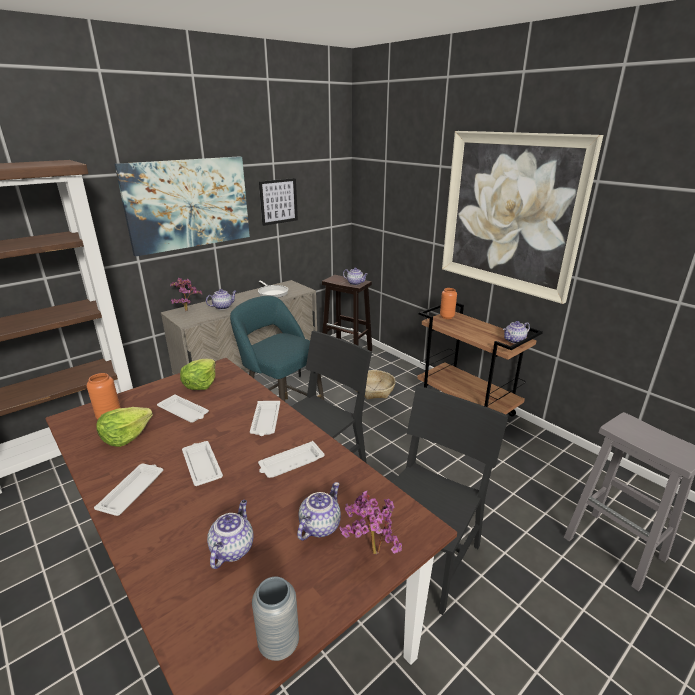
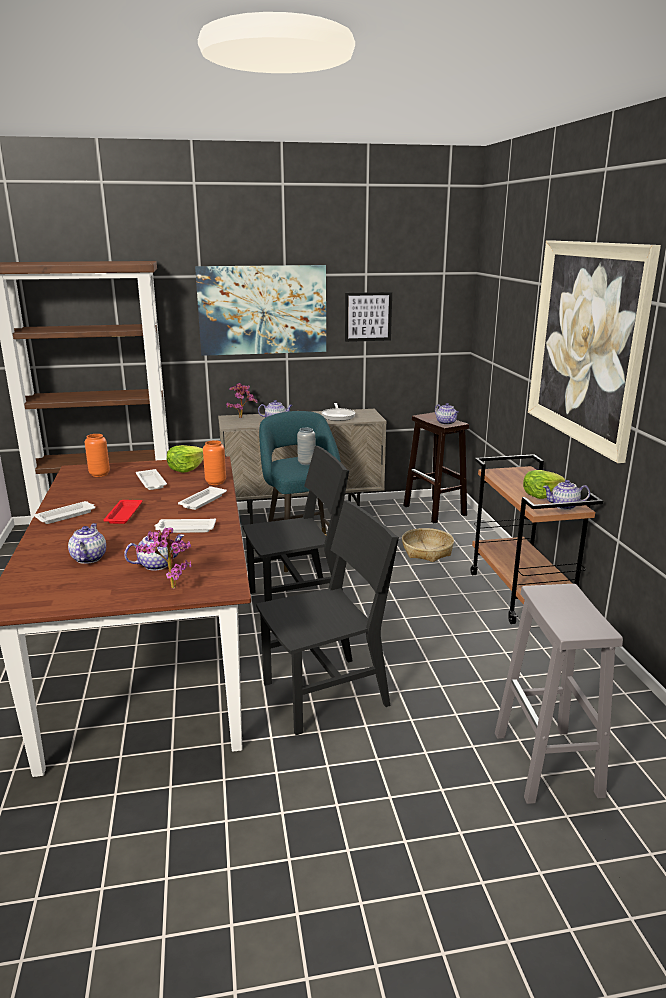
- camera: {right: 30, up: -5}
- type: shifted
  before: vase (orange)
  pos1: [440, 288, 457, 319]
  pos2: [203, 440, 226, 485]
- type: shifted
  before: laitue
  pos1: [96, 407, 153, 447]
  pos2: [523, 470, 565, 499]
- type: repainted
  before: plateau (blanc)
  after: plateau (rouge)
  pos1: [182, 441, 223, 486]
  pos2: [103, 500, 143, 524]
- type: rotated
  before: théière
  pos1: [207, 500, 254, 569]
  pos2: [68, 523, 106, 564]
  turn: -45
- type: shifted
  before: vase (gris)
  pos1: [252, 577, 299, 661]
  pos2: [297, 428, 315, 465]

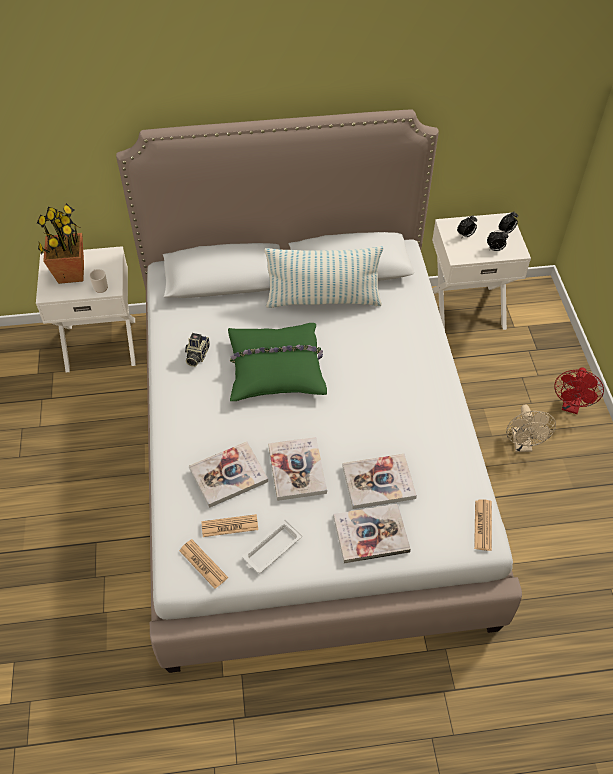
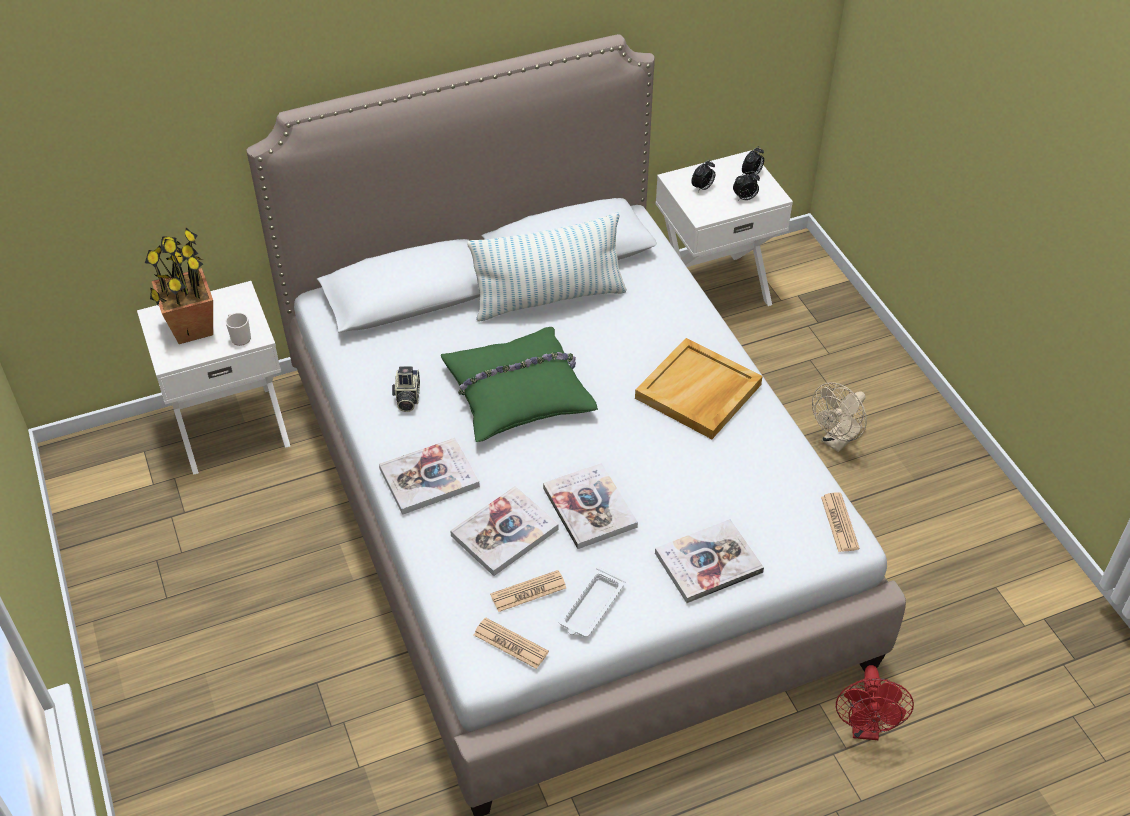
- camera: {right: -15, up: -5}
- type: shifted
  before: ventilateur (rouge)
  pos1: [554, 367, 604, 414]
  pos2: [836, 665, 914, 740]
- type: rotated
  before: ventilateur (beige)
  pos1: [506, 404, 556, 452]
  pos2: [812, 383, 867, 452]
  turn: 60
- type: shifted
  before: livre
  pos1: [342, 454, 417, 509]
  pos2: [379, 438, 480, 515]
- type: new
  after: plateau (beige)
  pos2: [635, 338, 763, 439]

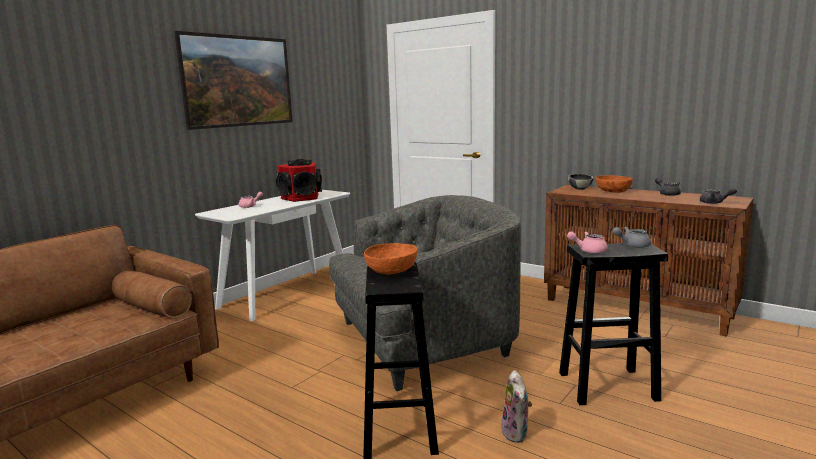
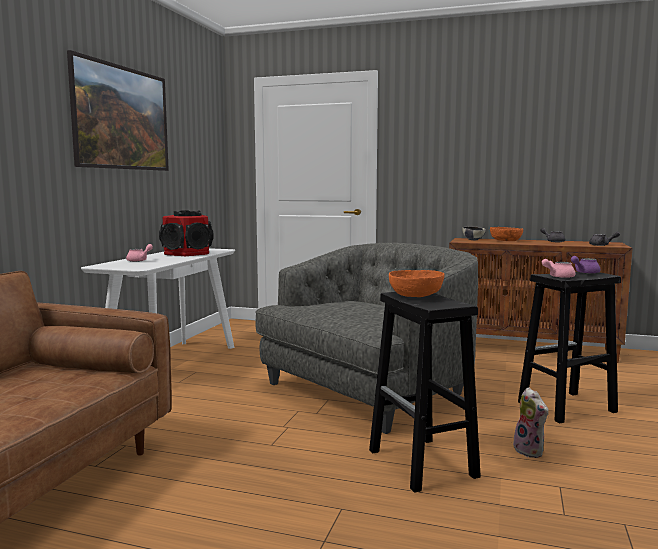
- camera: {right: -20, up: -5}
- type: repainted
  before: théière (gris)
  after: théière (violet)
  pos1: [612, 227, 651, 248]
  pos2: [571, 256, 601, 274]

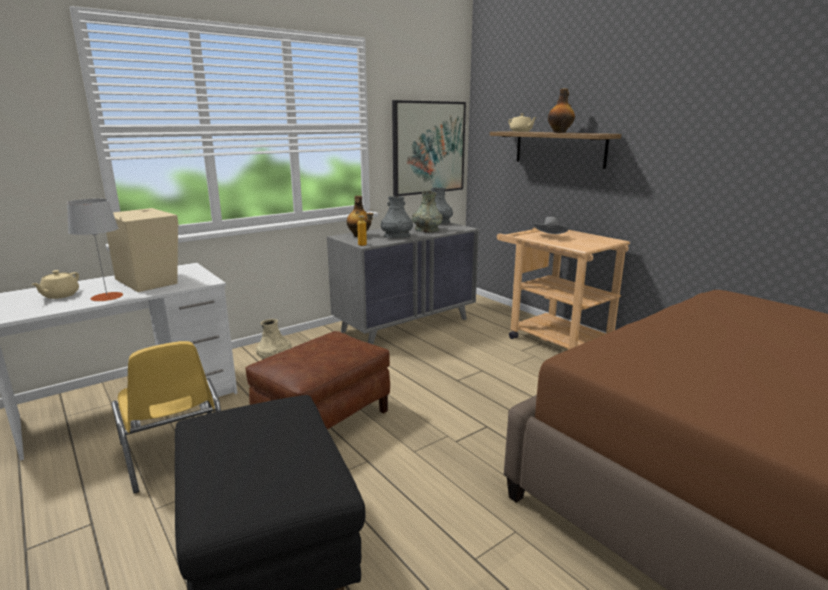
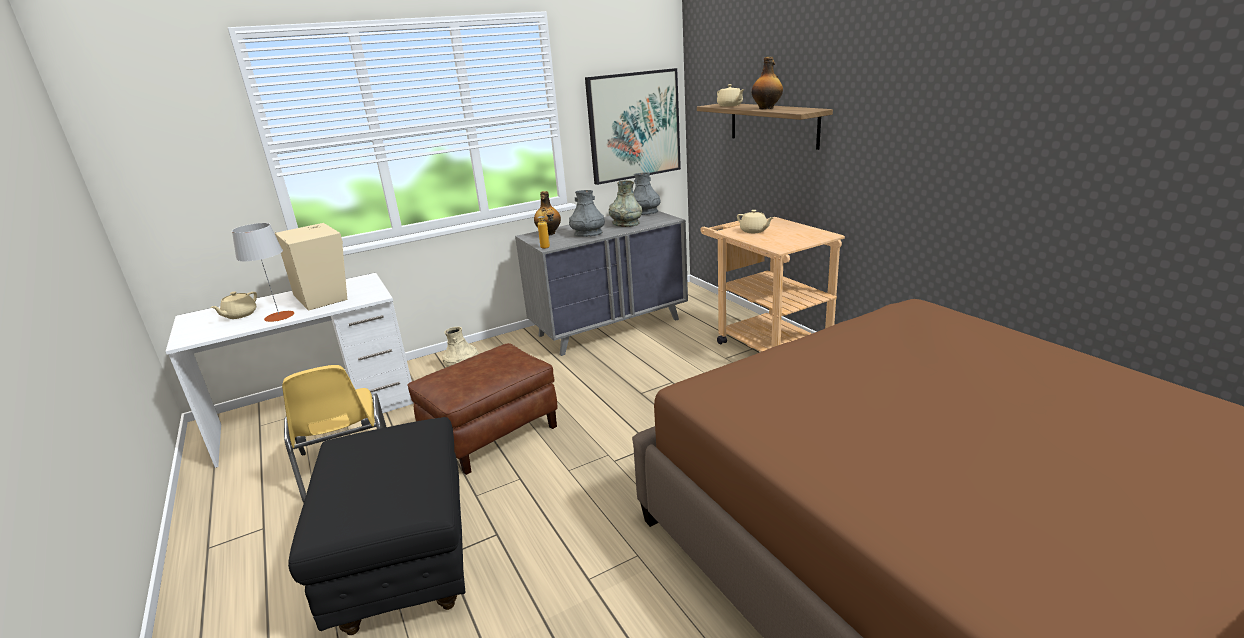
- camera: {right: 10, up: 5}
- type: swapped
  before: chapeau (gris)
  after: théière (beige)
  pos1: [533, 217, 568, 234]
  pos2: [737, 210, 773, 233]

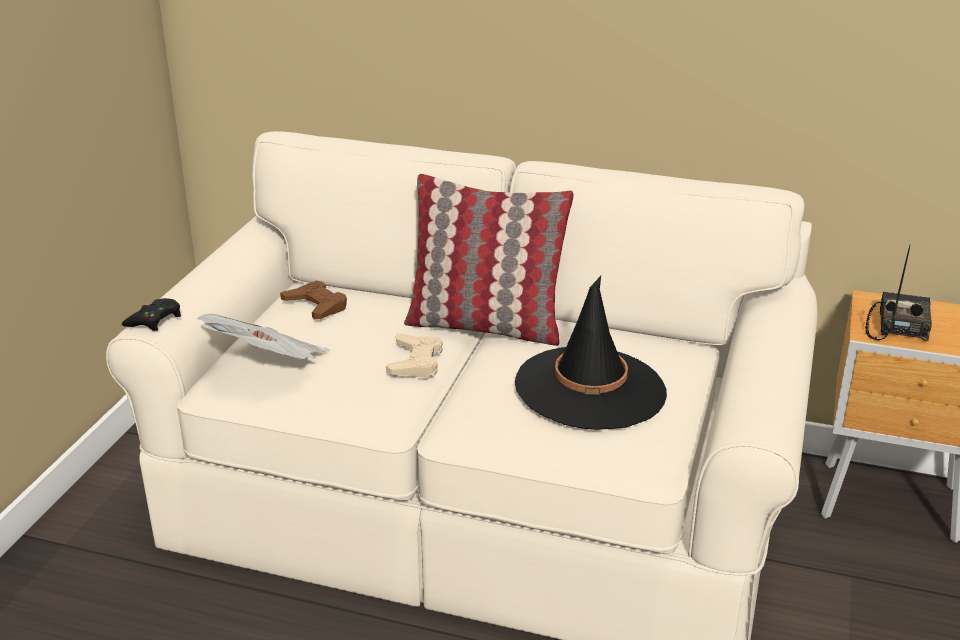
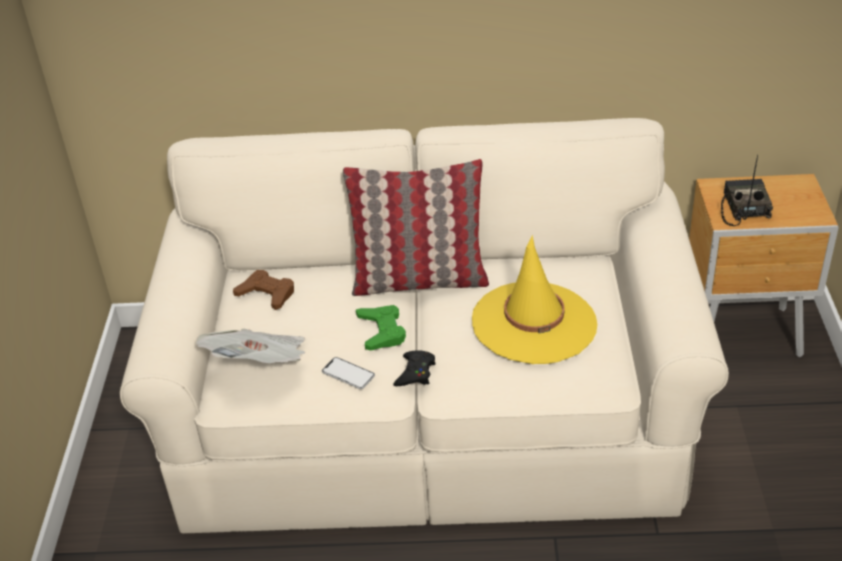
- camera: {right: -15, up: 10}
- type: repainted
  before: chapeau (noir)
  after: chapeau (jaune)
  pos1: [515, 276, 667, 430]
  pos2: [472, 235, 597, 364]
- type: shifted
  before: manette (noir)
  pos1: [122, 298, 181, 331]
  pos2: [393, 350, 436, 386]
- type: repainted
  before: manette (beige)
  after: manette (vert)
  pos1: [386, 334, 443, 377]
  pos2: [356, 305, 406, 350]
- type: new
  after: téléphone
  pos2: [322, 357, 375, 389]

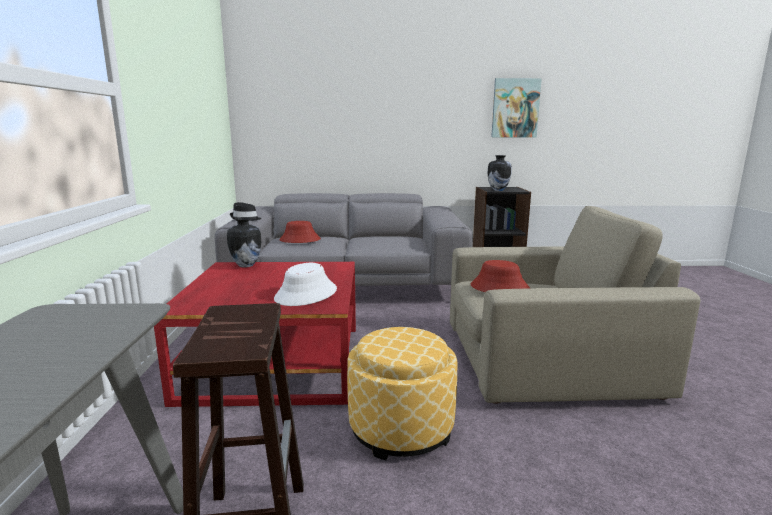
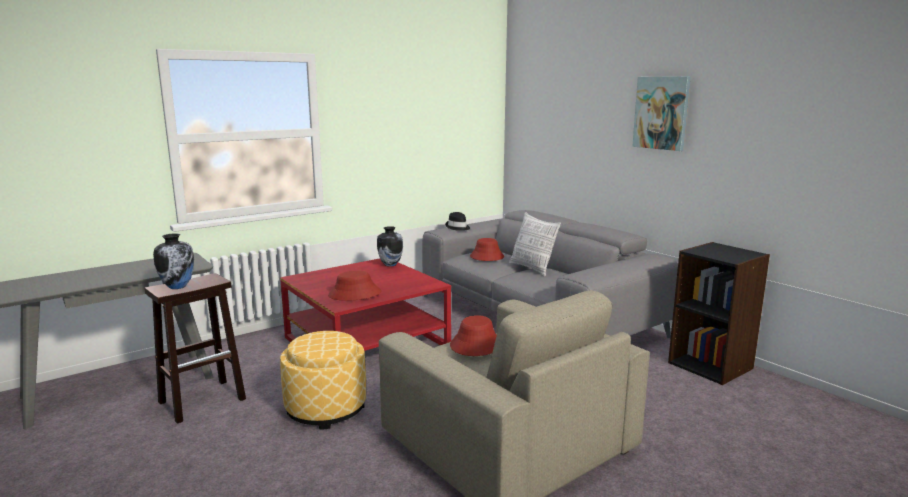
- camera: {right: 55, up: 0}
- type: shifted
  before: tableau
  pos1: [491, 78, 542, 138]
  pos2: [632, 76, 691, 151]
- type: shifted
  before: vase
  pos1: [487, 155, 512, 191]
  pos2: [153, 233, 194, 289]
- type: repainted
  before: chapeau (blanc)
  after: chapeau (rouge)
  pos1: [274, 263, 337, 306]
  pos2: [328, 271, 382, 301]
- type: new
  after: coussin
  pos2: [509, 212, 561, 277]

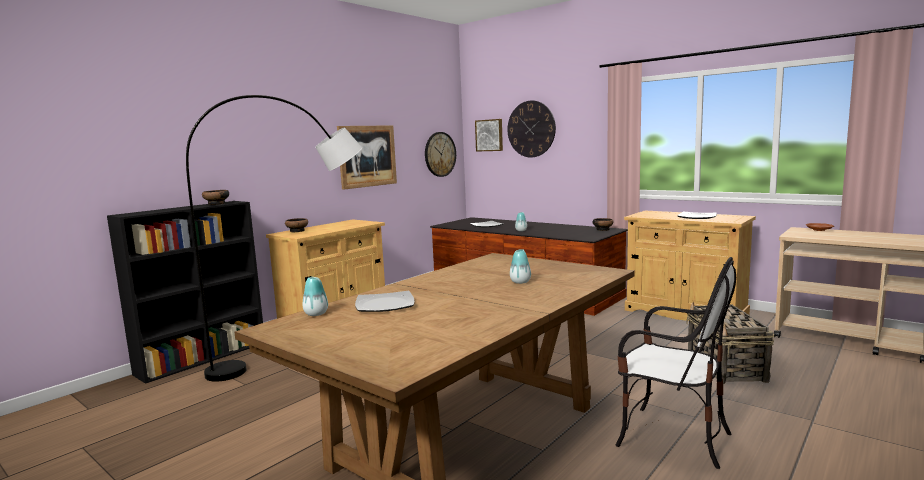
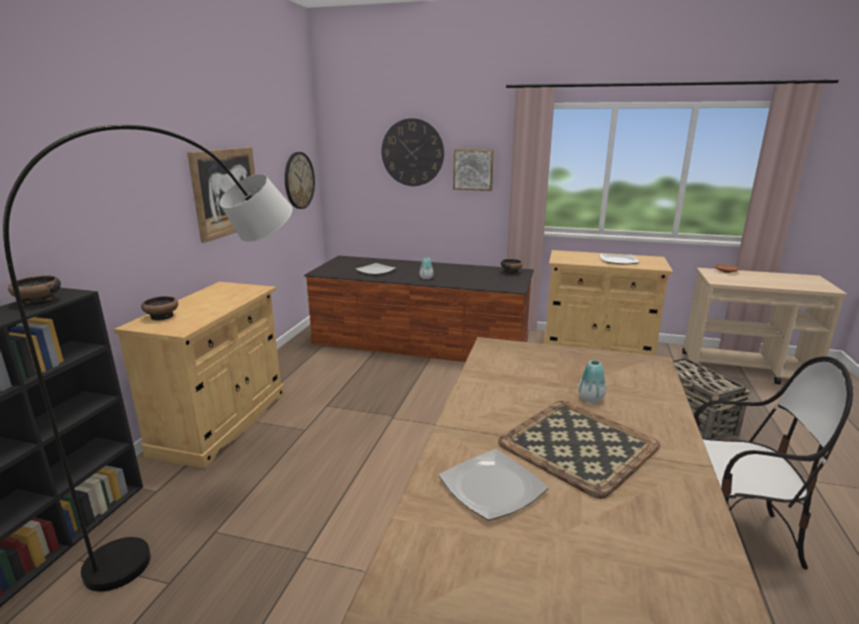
- camera: {right: -25, up: 10}
- type: shifted
  before: tableau
  pos1: [475, 119, 503, 152]
  pos2: [453, 149, 494, 191]
- type: gone
  before: vase
  pos1: [303, 277, 328, 316]
- type: new
  after: plateau
  pos2: [498, 401, 660, 499]

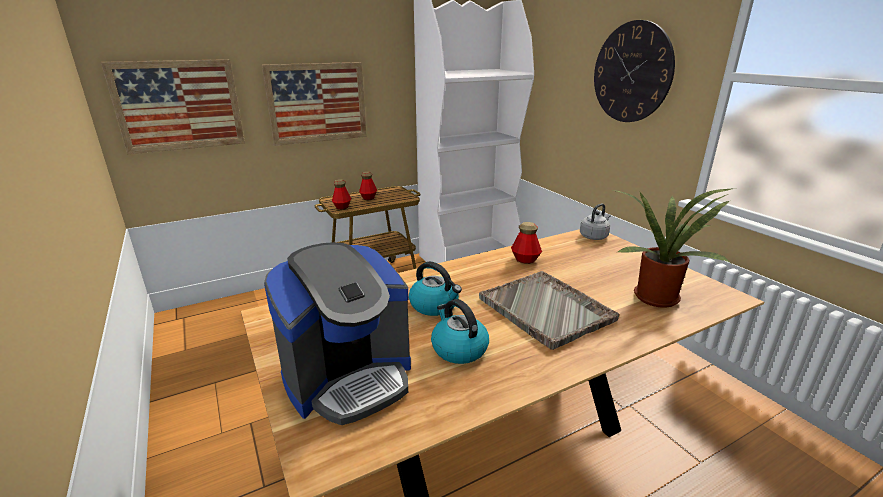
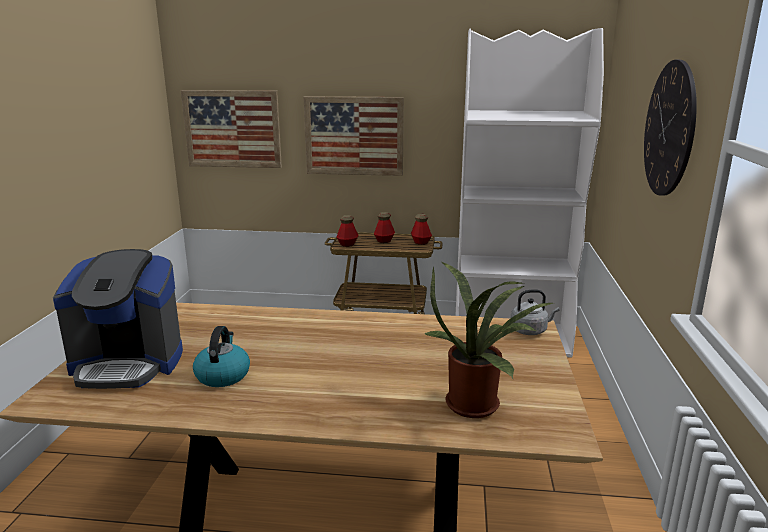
- camera: {right: 35, up: -5}
- type: shifted
  before: bouteille
  pos1: [511, 222, 542, 264]
  pos2: [411, 214, 432, 245]
- type: gone
  before: bouilloire
  pos1: [409, 262, 462, 316]
- type: gone
  before: plateau (gris)
  pos1: [479, 271, 619, 350]

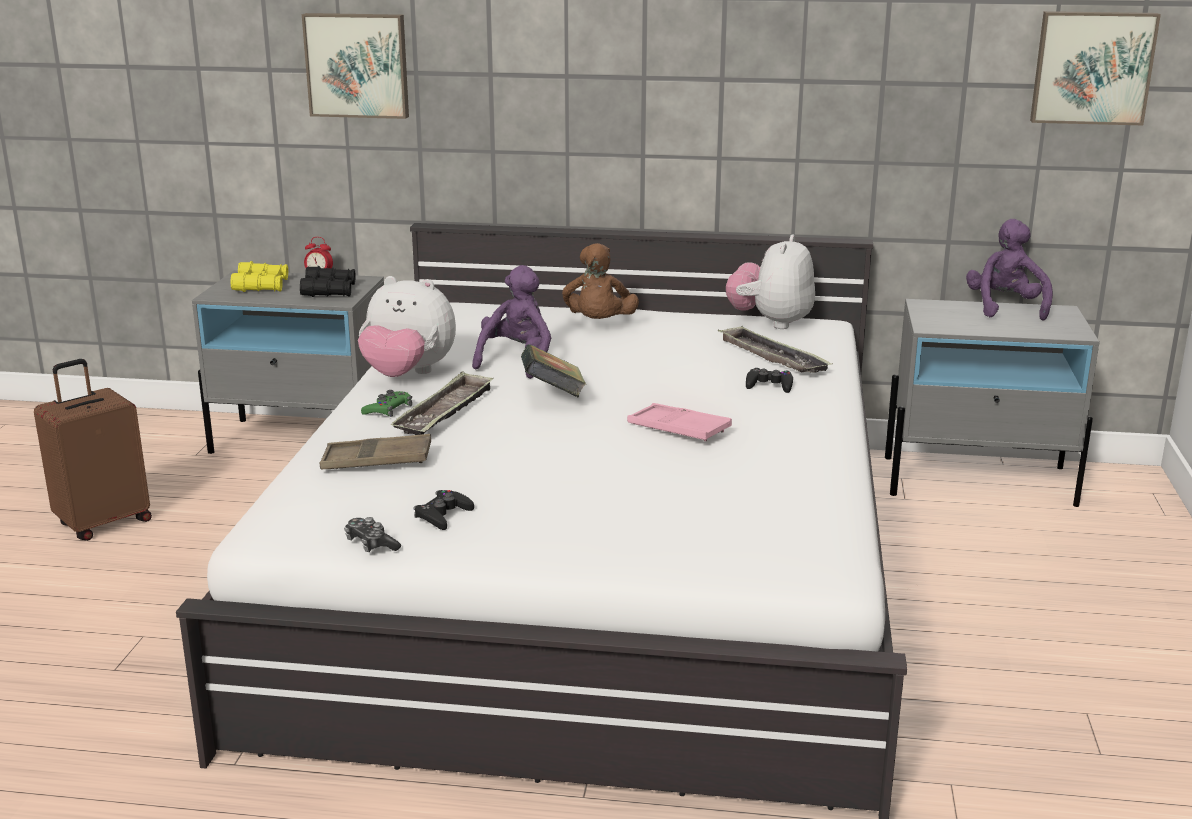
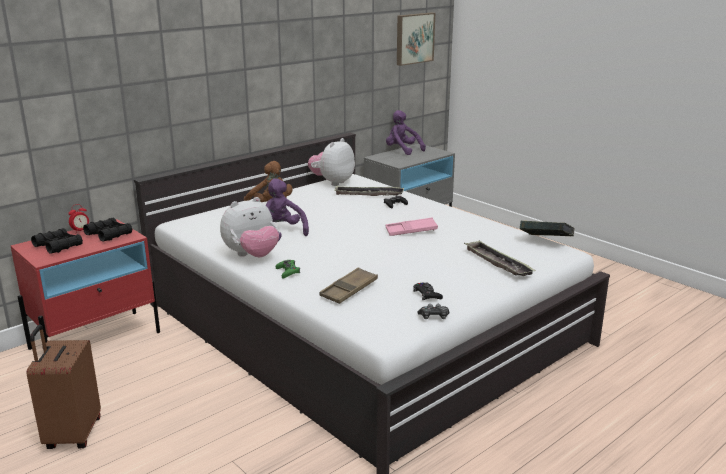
- camera: {right: -50, up: 0}
- type: gone
  before: tableau
  pos1: [302, 13, 409, 119]
- type: rotated
  before: peluche
  pos1: [726, 234, 815, 329]
  pos2: [308, 138, 355, 186]
  turn: 60
- type: repainted
  before: jumelles (jaune)
  after: jumelles (noir)
  pos1: [231, 261, 288, 292]
  pos2: [31, 228, 83, 254]
- type: repainted
  before: table de chevet (gris)
  after: table de chevet (rouge)
  pos1: [192, 270, 384, 454]
  pos2: [11, 219, 160, 350]
- type: shifted
  before: livre
  pos1: [521, 344, 586, 397]
  pos2: [520, 221, 575, 236]
- type: shifted
  before: plateau
  pos1: [390, 372, 494, 435]
  pos2: [464, 240, 536, 276]

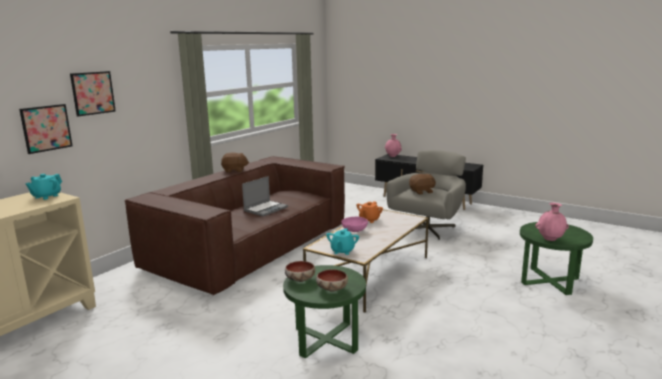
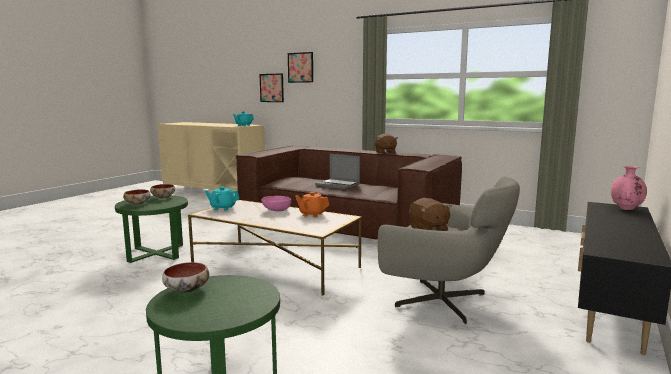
- camera: {right: 85, up: -5}
- type: swapped
  before: vase (rose)
  after: bol
  pos1: [535, 203, 569, 241]
  pos2: [162, 262, 209, 293]

